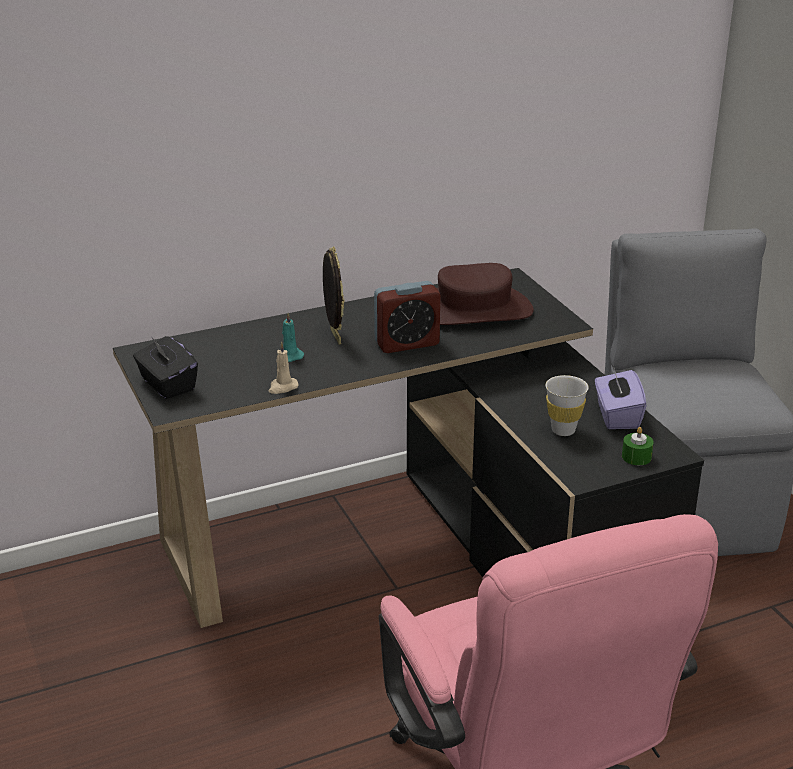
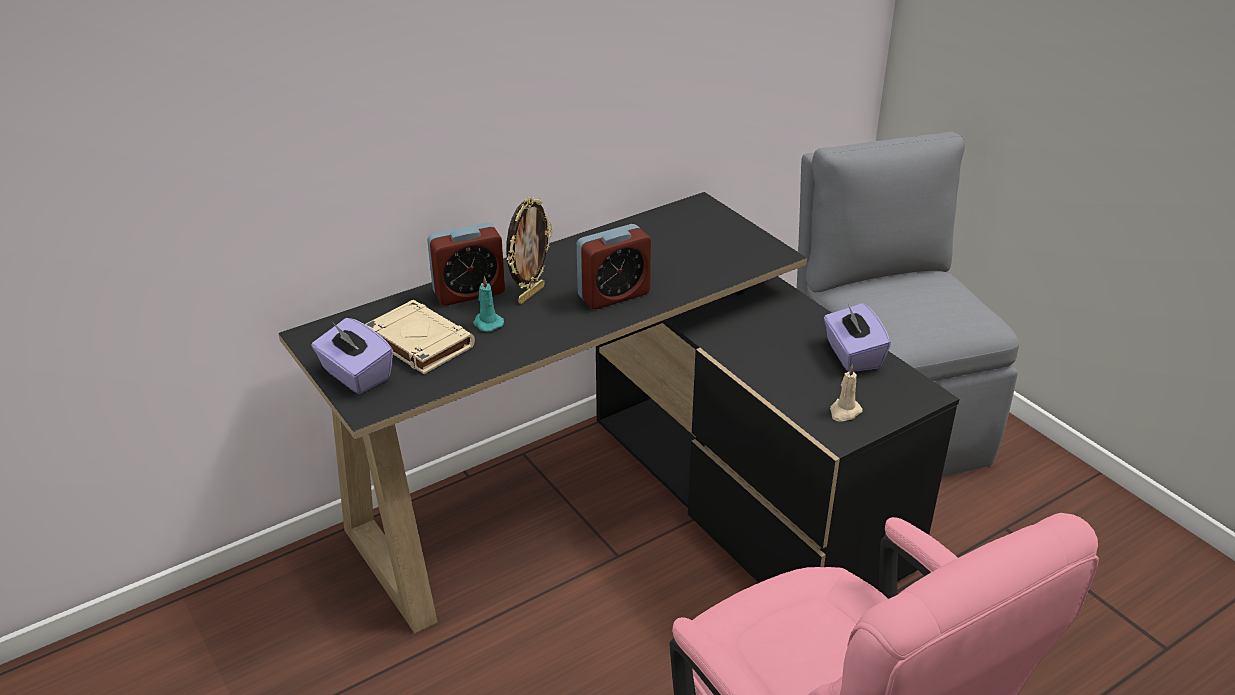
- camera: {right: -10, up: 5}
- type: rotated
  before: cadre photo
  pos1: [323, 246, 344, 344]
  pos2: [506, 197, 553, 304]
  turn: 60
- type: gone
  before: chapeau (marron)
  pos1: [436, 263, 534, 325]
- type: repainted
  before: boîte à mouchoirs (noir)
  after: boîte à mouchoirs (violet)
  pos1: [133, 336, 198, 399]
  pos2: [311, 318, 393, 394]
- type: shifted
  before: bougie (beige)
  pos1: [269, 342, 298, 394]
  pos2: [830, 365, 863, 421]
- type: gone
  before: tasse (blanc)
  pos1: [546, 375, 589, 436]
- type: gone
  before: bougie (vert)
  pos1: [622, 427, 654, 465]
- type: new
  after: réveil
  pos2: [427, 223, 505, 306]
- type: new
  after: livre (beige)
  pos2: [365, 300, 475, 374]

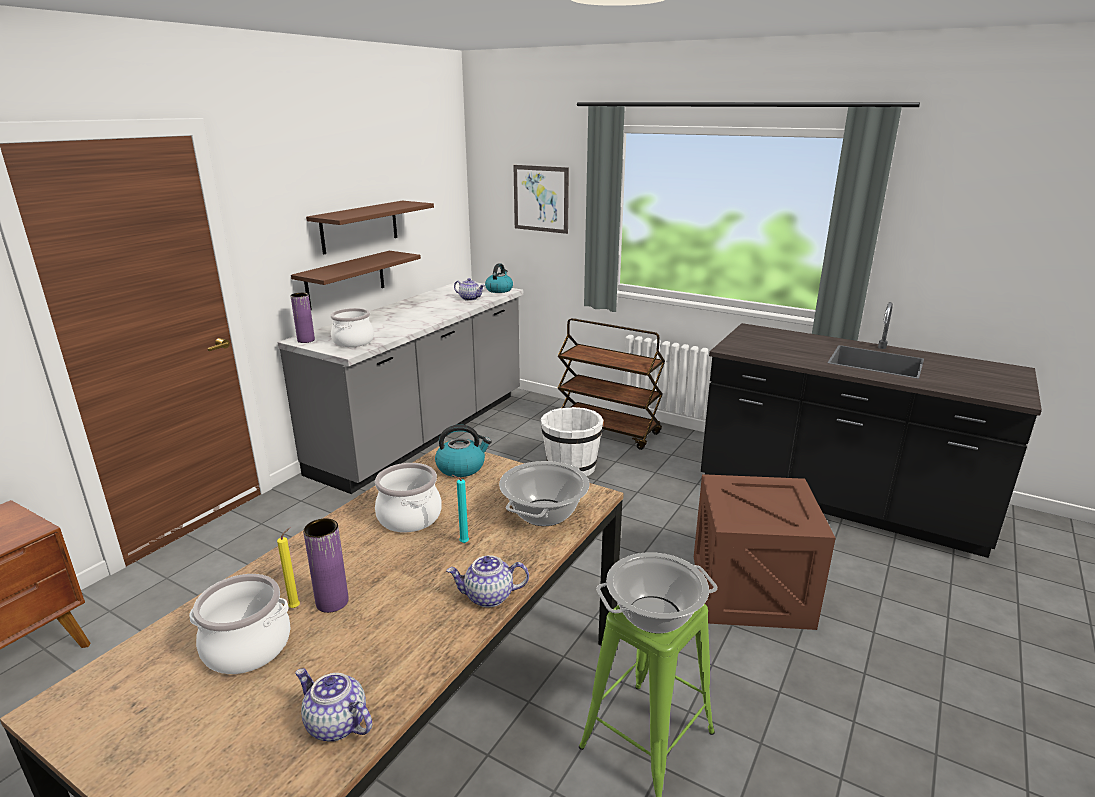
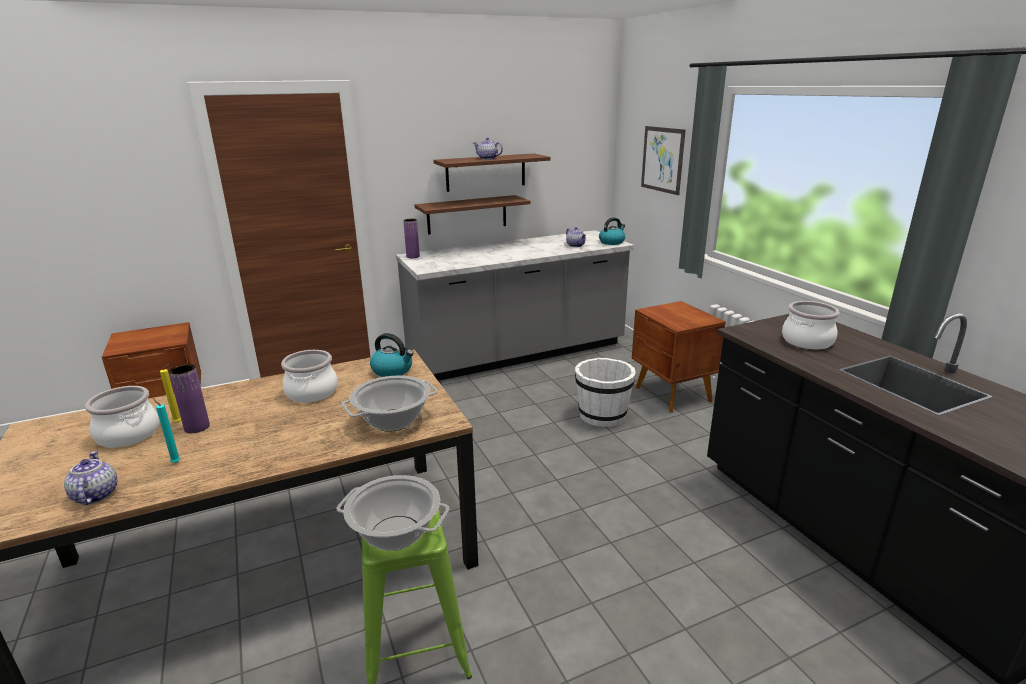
- camera: {right: 35, up: 0}
- type: shifted
  before: marmite
  pos1: [330, 308, 374, 347]
  pos2: [782, 301, 840, 350]
- type: swapped
  before: chariot (marron)
  after: table de chevet (marron)
  pos1: [557, 318, 665, 450]
  pos2: [632, 301, 726, 413]
- type: gone
  before: caisse
  pos1: [694, 474, 836, 630]
- type: shifted
  before: bougie (turquoise)
  pos1: [452, 475, 469, 543]
  pos2: [153, 398, 180, 463]
- type: shifted
  before: théière
  pos1: [446, 555, 529, 608]
  pos2: [474, 138, 503, 160]

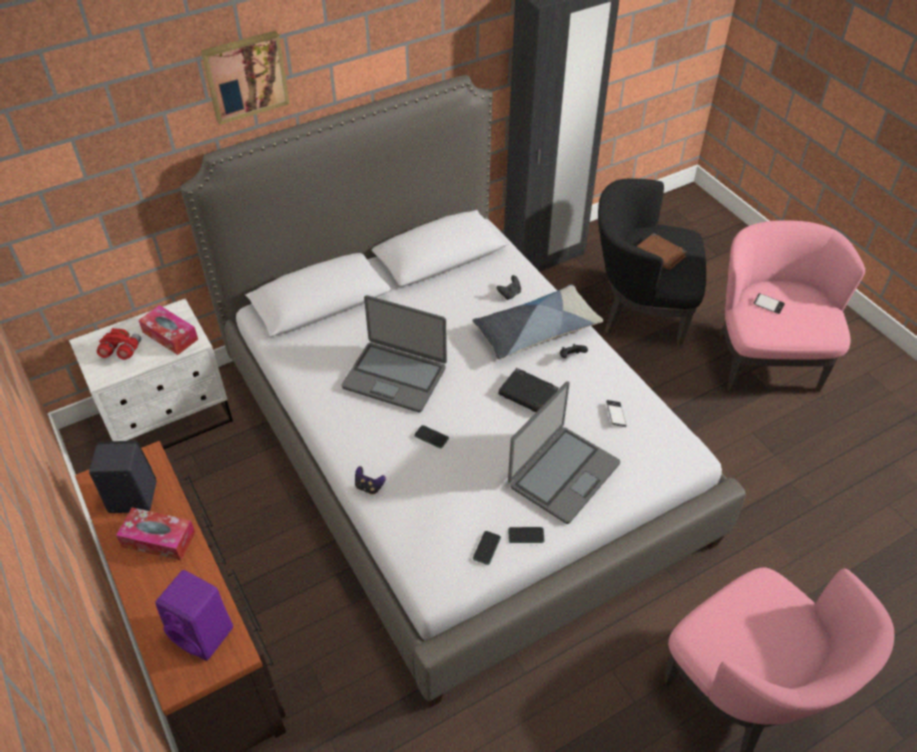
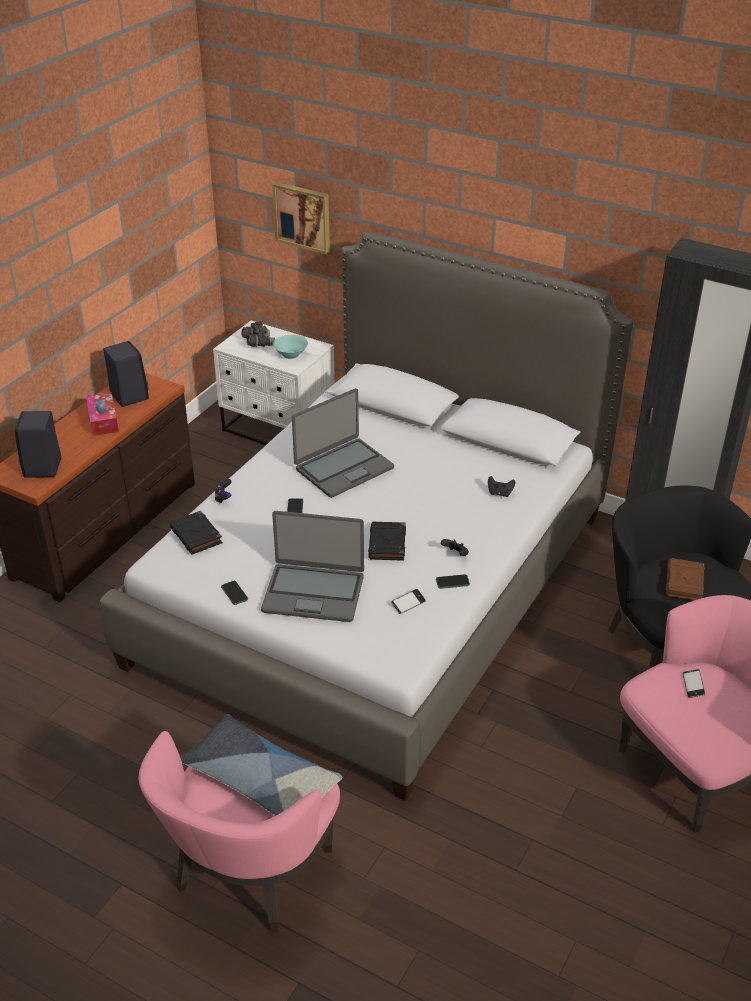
- camera: {right: 60, up: -10}
- type: shifted
  before: tableau
  pos1: [201, 31, 290, 125]
  pos2: [272, 182, 330, 254]
- type: shifted
  before: coussin
  pos1: [472, 285, 604, 360]
  pos2: [180, 714, 342, 816]
- type: rotated
  before: ordinateur portable
  pos1: [342, 295, 447, 413]
  pos2: [292, 388, 394, 498]
  turn: -120
- type: swapped
  before: boîte à mouchoirs
  after: bol (turquoise)
  pos1: [138, 305, 198, 355]
  pos2: [273, 335, 308, 359]
- type: repainted
  before: jumelles (rouge)
  after: jumelles (gris)
  pos1: [97, 328, 141, 360]
  pos2: [241, 321, 275, 347]
- type: shifted
  before: téléphone
  pos1: [473, 531, 501, 565]
  pos2: [436, 574, 470, 589]
- type: repainted
  before: enceinte (violet)
  after: enceinte (noir)
  pos1: [155, 570, 233, 661]
  pos2: [15, 411, 61, 478]
- type: new
  after: livre (noir)
  pos2: [170, 511, 222, 555]

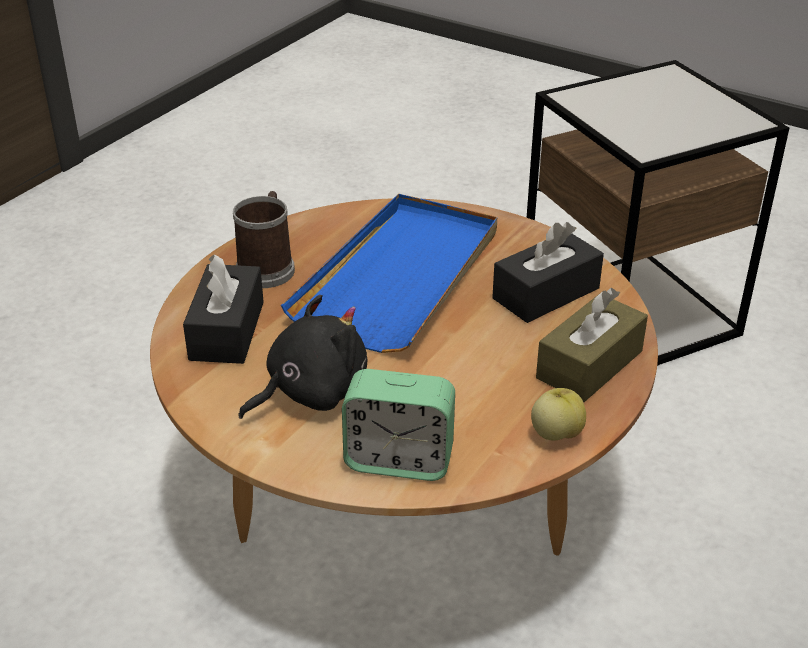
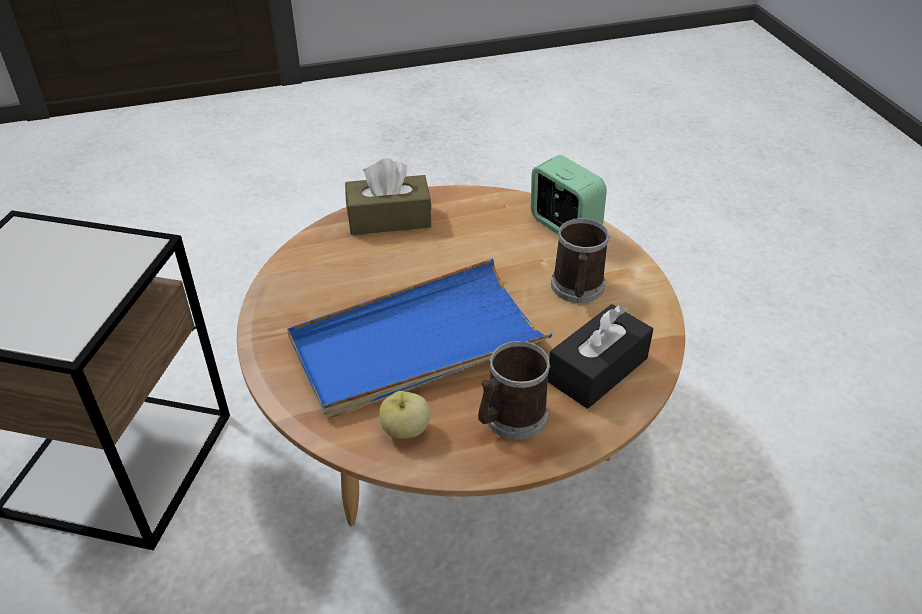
- camera: {right: -140, up: 5}
- type: gone
  before: boîte à mouchoirs (noir)
  pos1: [492, 222, 604, 323]
- type: swapped
  before: peluche (noir)
  after: mug
  pos1: [238, 295, 367, 419]
  pos2: [551, 218, 610, 303]
- type: shifted
  before: pomme
  pos1: [531, 388, 586, 441]
  pos2: [379, 391, 430, 439]

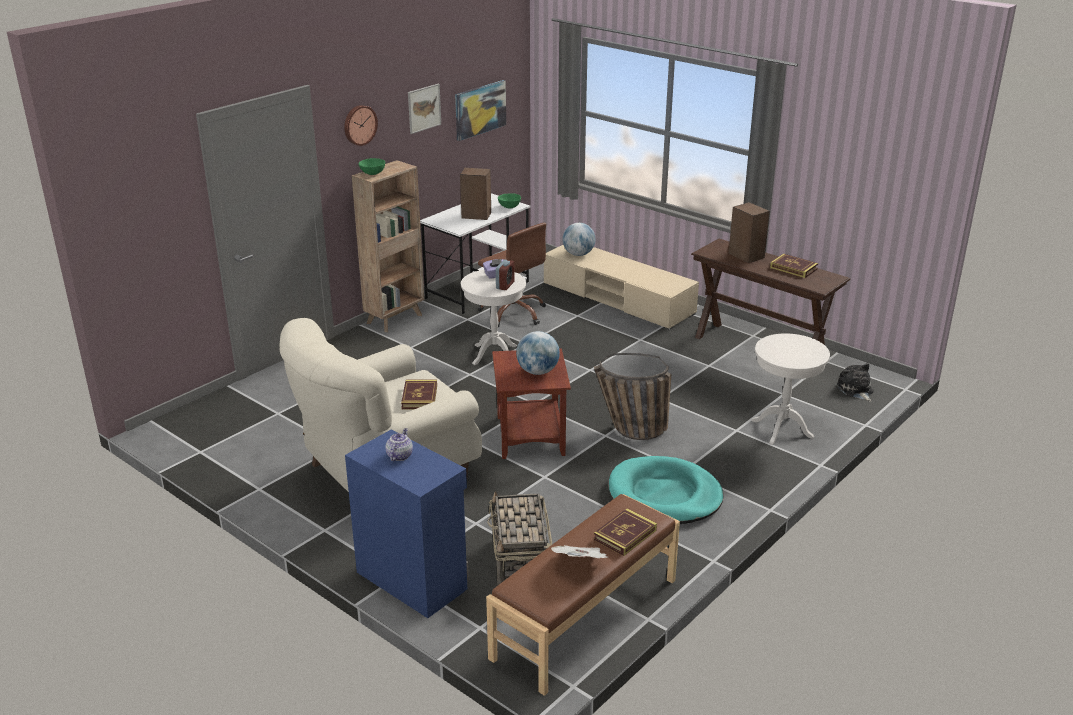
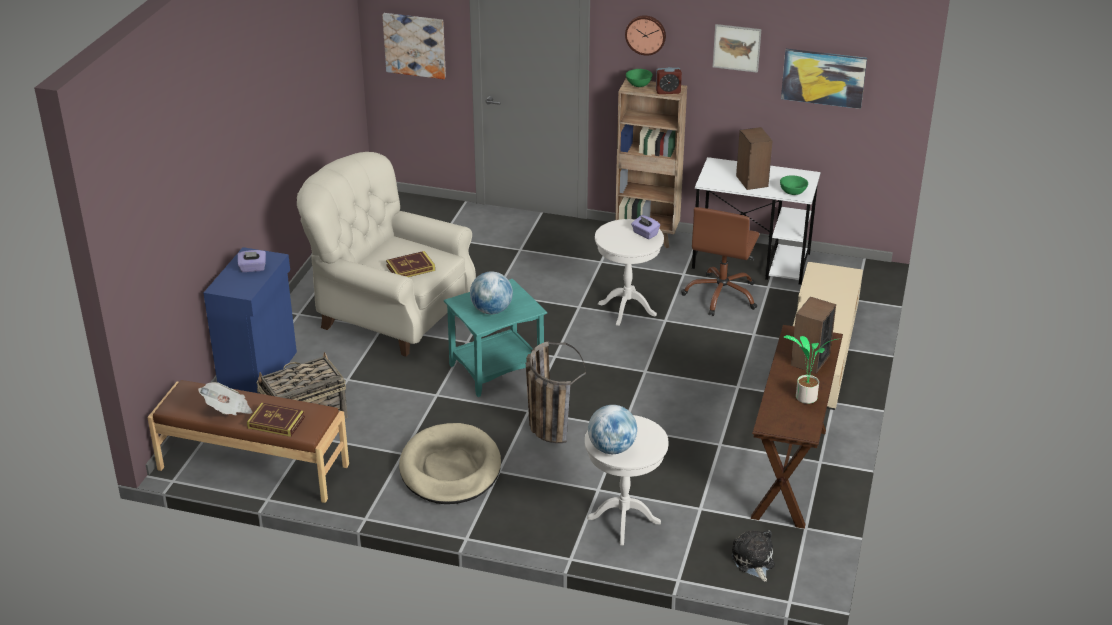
- camera: {right: 65, up: 5}
- type: shifted
  before: globe
  pos1: [563, 223, 595, 256]
  pos2: [588, 405, 637, 454]
- type: swapped
  before: livre
  after: plante en pot
  pos1: [770, 254, 818, 278]
  pos2: [784, 335, 836, 404]
- type: shifted
  before: réveil
  pos1: [496, 260, 515, 290]
  pos2: [656, 67, 682, 94]
- type: repainted
  before: table d'appoint (marron)
  after: table d'appoint (turquoise)
  pos1: [492, 348, 571, 459]
  pos2: [444, 279, 547, 397]
- type: rotated
  before: peluche
  pos1: [837, 363, 874, 402]
  pos2: [731, 530, 775, 582]
  turn: -60
- type: swapped
  before: théière
  after: boîte à mouchoirs (violet)
  pos1: [385, 428, 413, 461]
  pos2: [238, 250, 266, 272]
- type: repainted
  before: panier pour chien (turquoise)
  after: panier pour chien (beige)
  pos1: [609, 456, 723, 524]
  pos2: [399, 423, 501, 504]
- type: new
  after: tableau
  pos2: [382, 13, 446, 79]

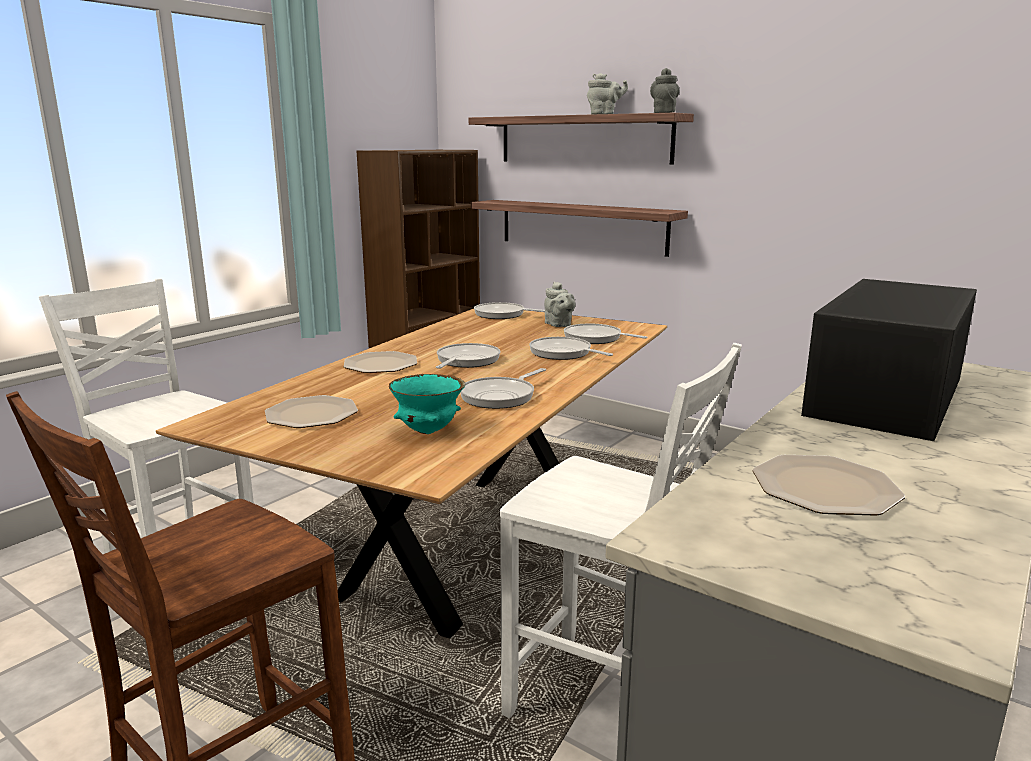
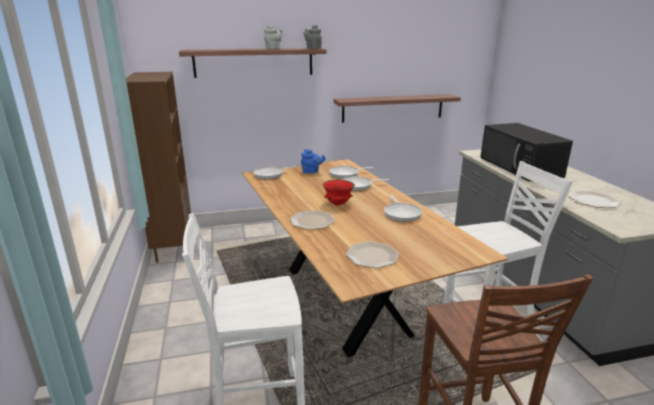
- camera: {right: -50, up: 5}
- type: shifted
  before: étagère
  pos1: [471, 200, 688, 257]
  pos2: [334, 94, 461, 123]
- type: repainted
  before: théière (gris)
  after: théière (bleu)
  pos1: [544, 282, 576, 327]
  pos2: [301, 149, 325, 174]
- type: swapped
  before: poêle
  after: bol (rouge)
  pos1: [436, 343, 500, 369]
  pos2: [323, 179, 355, 206]
- type: gone
  before: bol (turquoise)
  pos1: [389, 374, 465, 434]

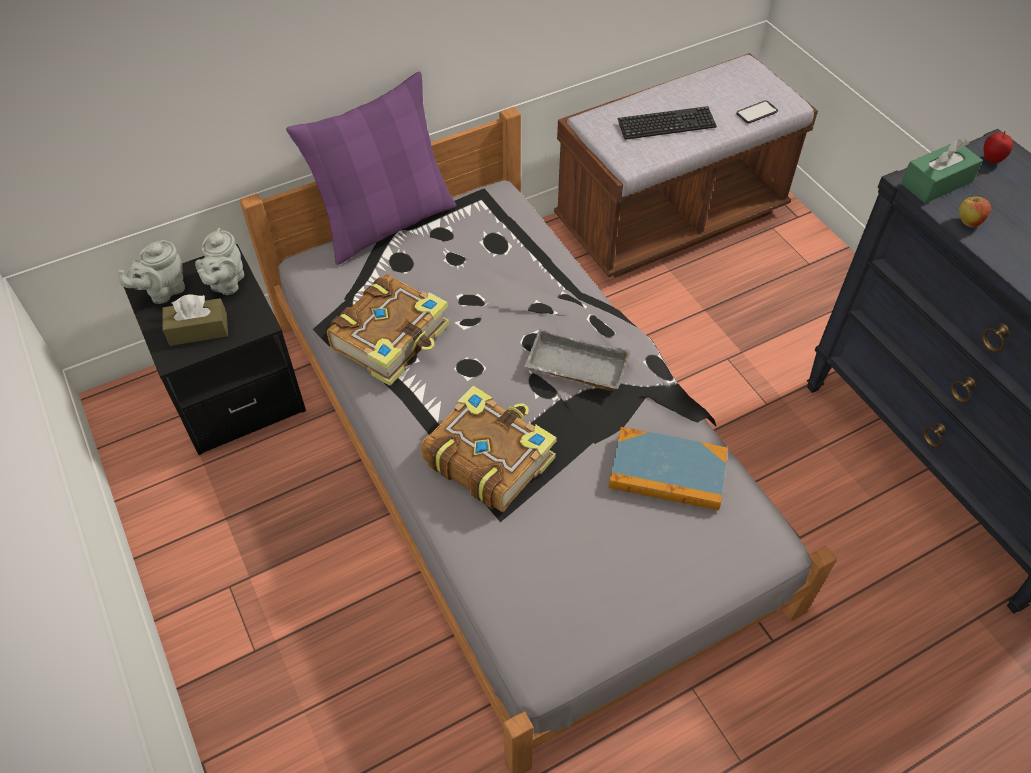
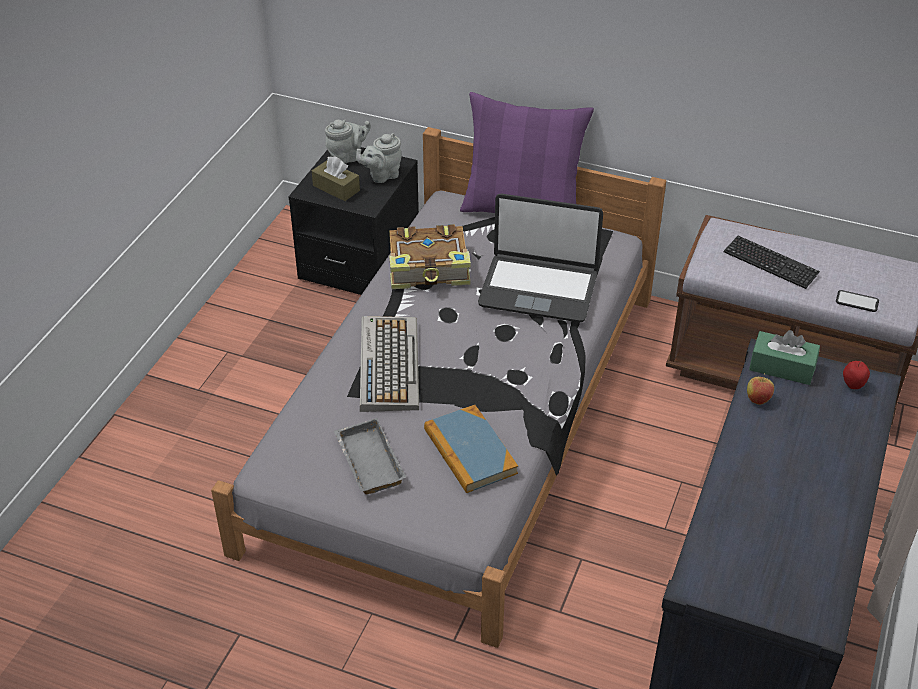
- camera: {right: 50, up: -10}
- type: rotated
  before: théière (gris)
  pos1: [117, 240, 185, 304]
  pos2: [325, 120, 371, 164]
  turn: 150
- type: shifted
  before: plateau (gris)
  pos1: [524, 329, 631, 391]
  pos2: [334, 418, 406, 494]
- type: swapped
  before: livre
  after: clavier
  pos1: [421, 385, 557, 512]
  pos2: [360, 316, 419, 412]
- type: new
  after: ordinateur portable
  pos2: [478, 194, 603, 322]

